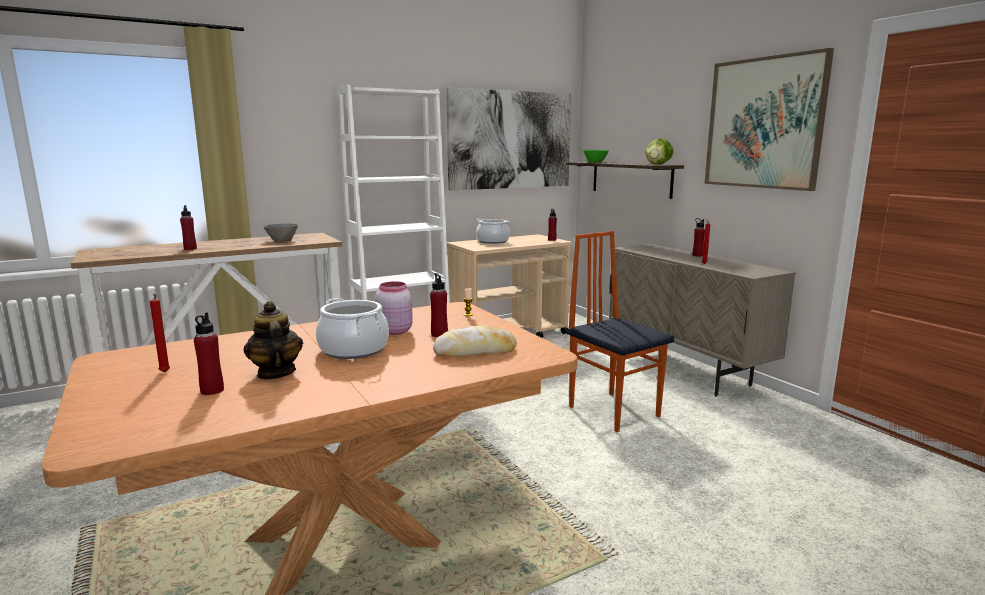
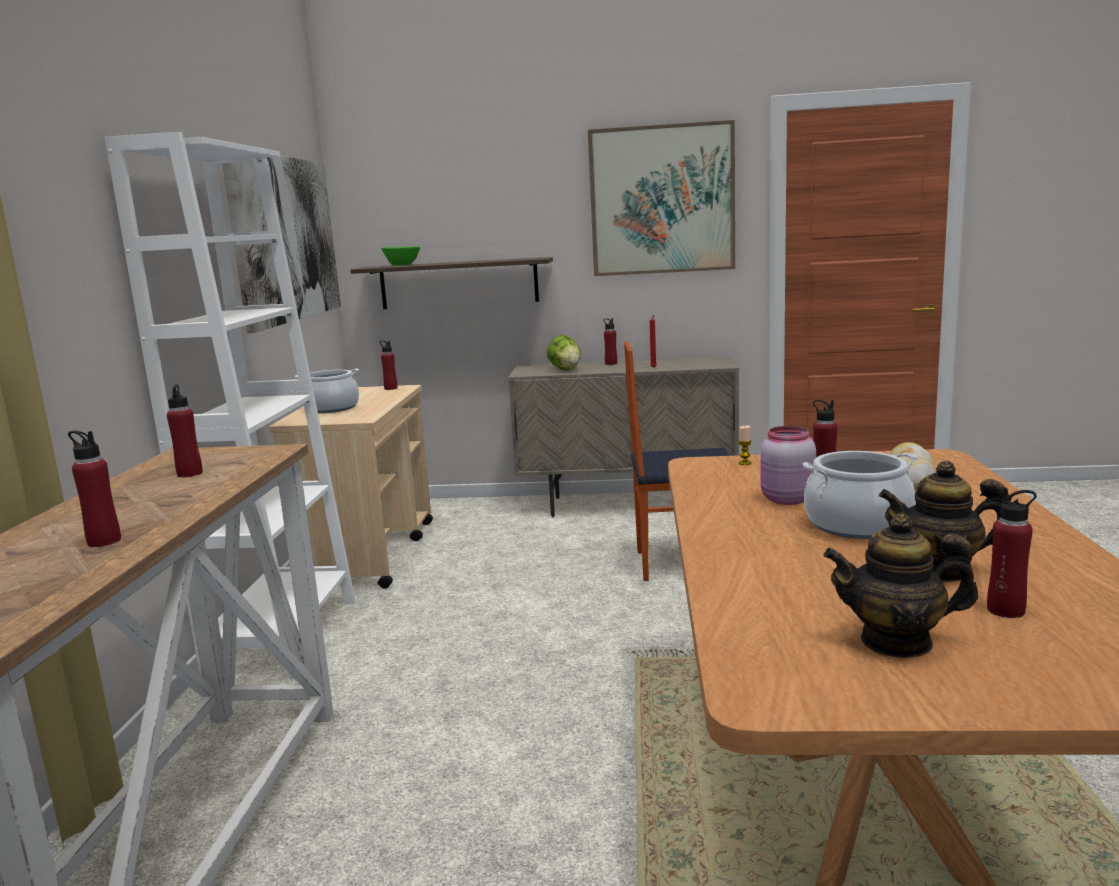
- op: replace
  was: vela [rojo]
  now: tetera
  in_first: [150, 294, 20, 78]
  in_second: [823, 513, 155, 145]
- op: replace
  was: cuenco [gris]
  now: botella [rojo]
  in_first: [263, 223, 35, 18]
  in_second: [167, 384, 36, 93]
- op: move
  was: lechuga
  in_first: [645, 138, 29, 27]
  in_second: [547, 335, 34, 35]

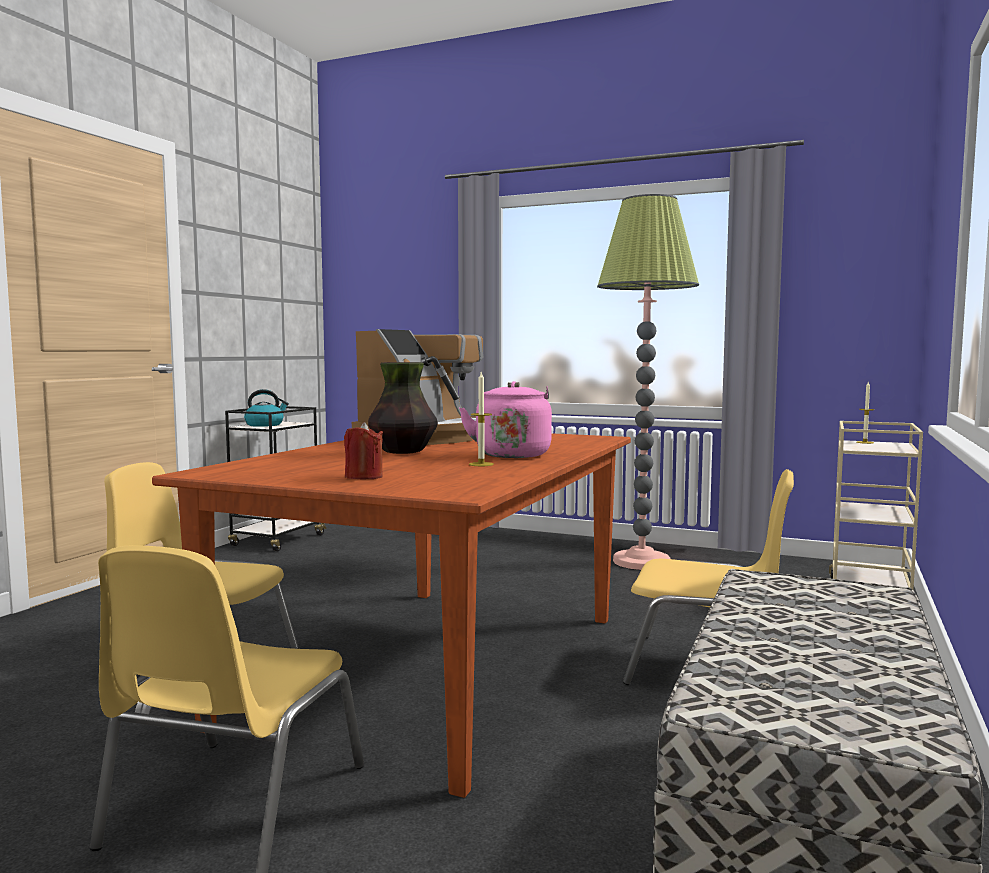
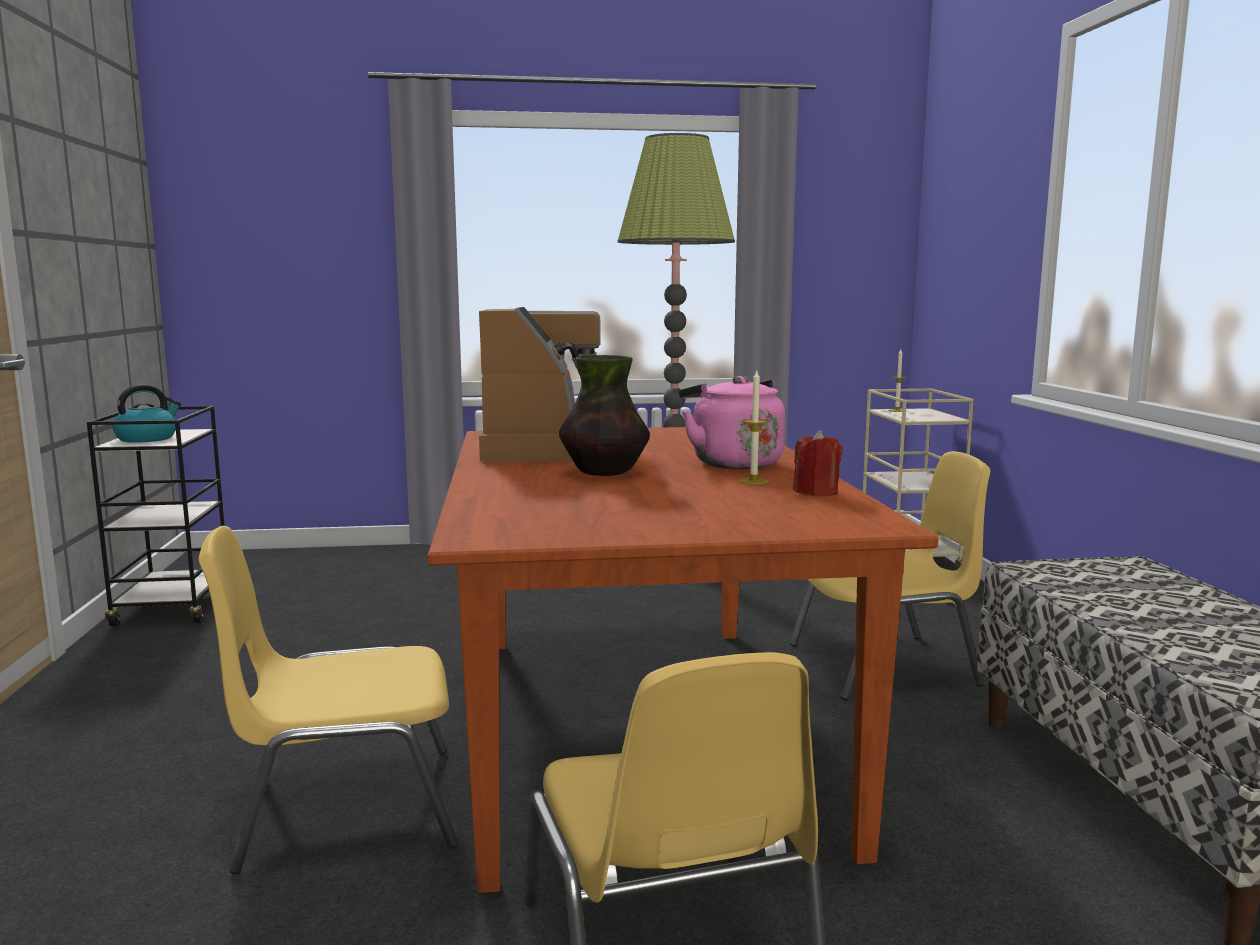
- op: move
  was: vela [rojo]
  in_first: [344, 422, 39, 58]
  in_second: [793, 430, 49, 66]

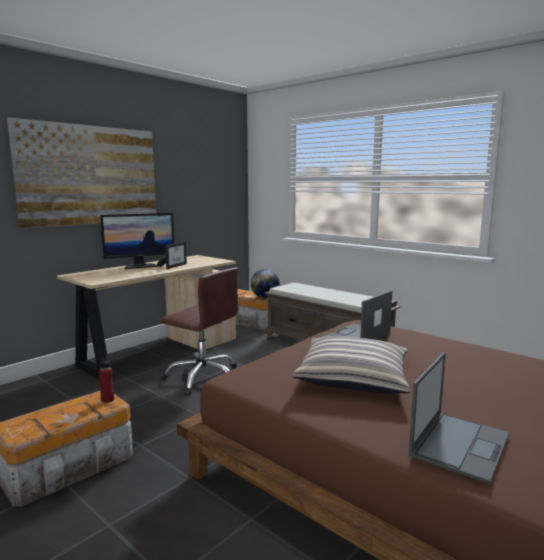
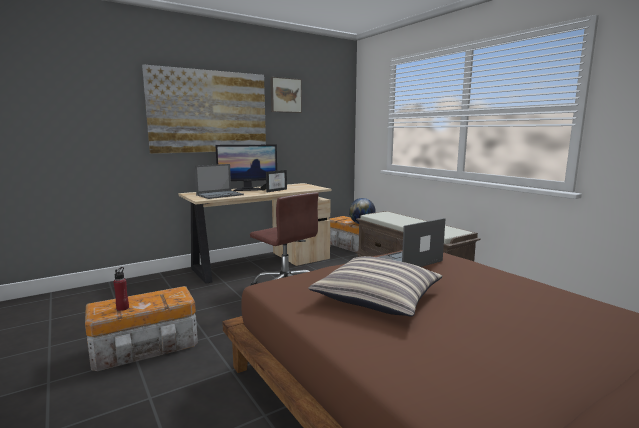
- op: move
  was: botella [rojo]
  in_first: [99, 355, 15, 48]
  in_second: [113, 267, 16, 44]
- op: move
  was: portátil
  in_first: [408, 352, 101, 132]
  in_second: [195, 164, 49, 35]
- op: insert
  now: cuadro
  in_second: [270, 77, 32, 36]

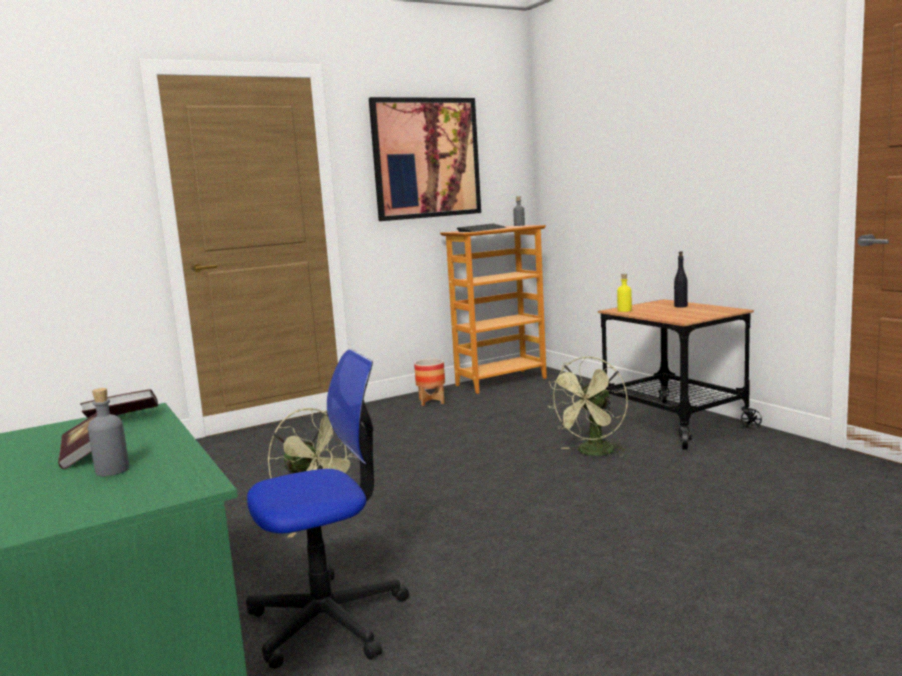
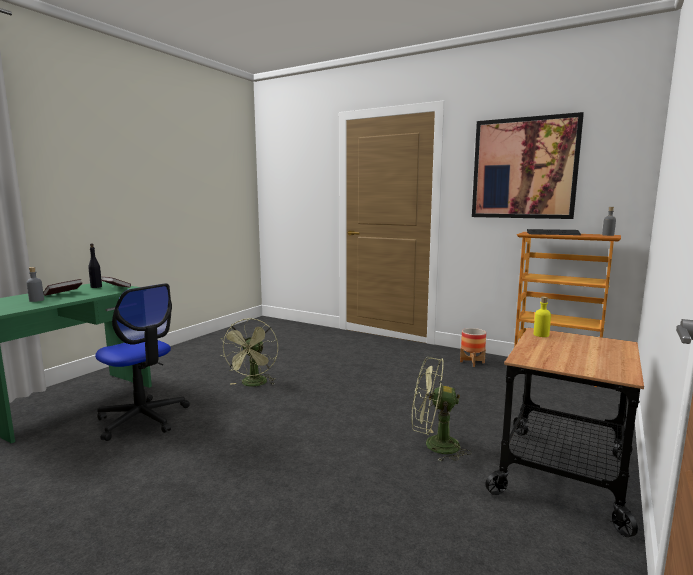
- op: move
  was: botella [negro]
  in_first: [674, 251, 14, 57]
  in_second: [88, 244, 14, 44]

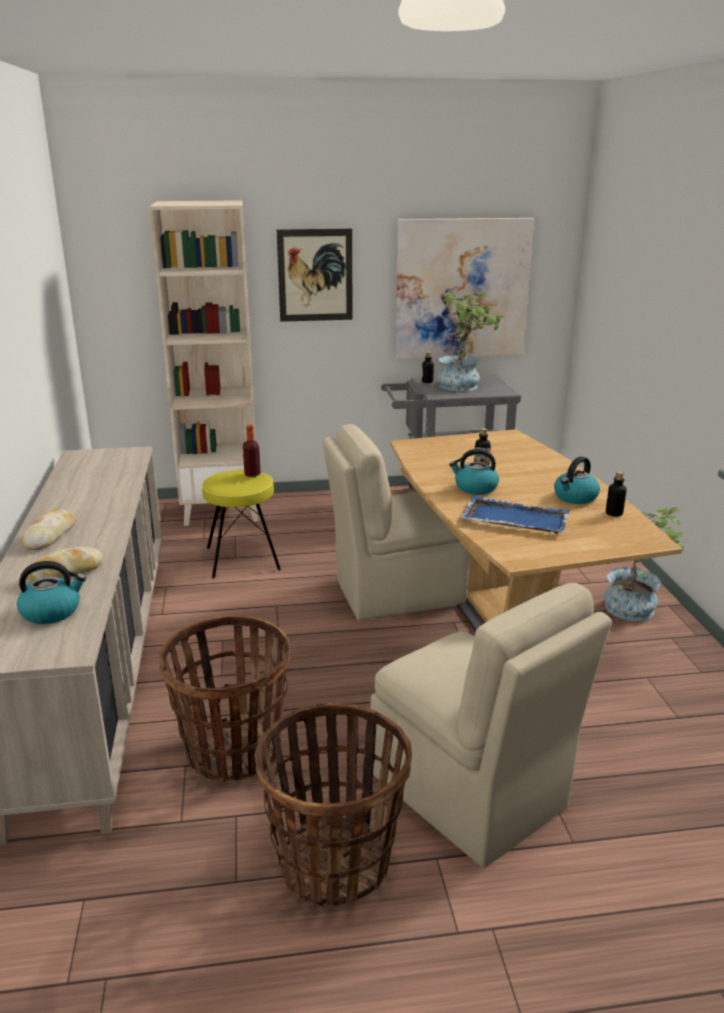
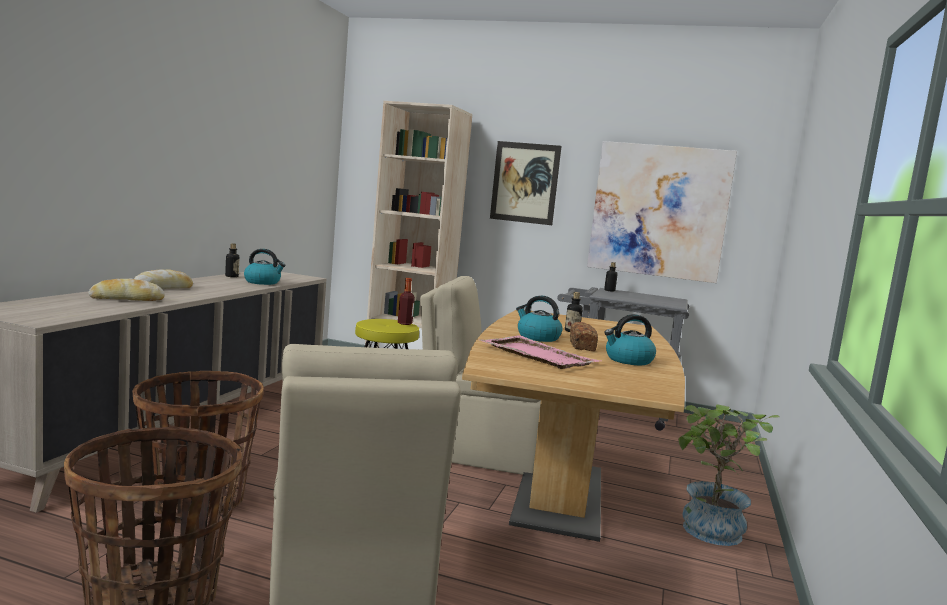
- op: move
  was: hervidor
  in_first: [17, 561, 69, 63]
  in_second: [244, 249, 42, 36]
- op: delete
  was: planta en maceta
  in_first: [438, 293, 68, 98]
- op: recolor
  was: bandeja [azul]
  now: bandeja [rosa]
  in_first: [460, 496, 110, 37]
  in_second: [480, 335, 120, 34]
- op: move
  was: botella
  in_first: [606, 471, 21, 46]
  in_second: [225, 243, 14, 34]
- op: insert
  now: pan
  in_second: [570, 322, 28, 29]

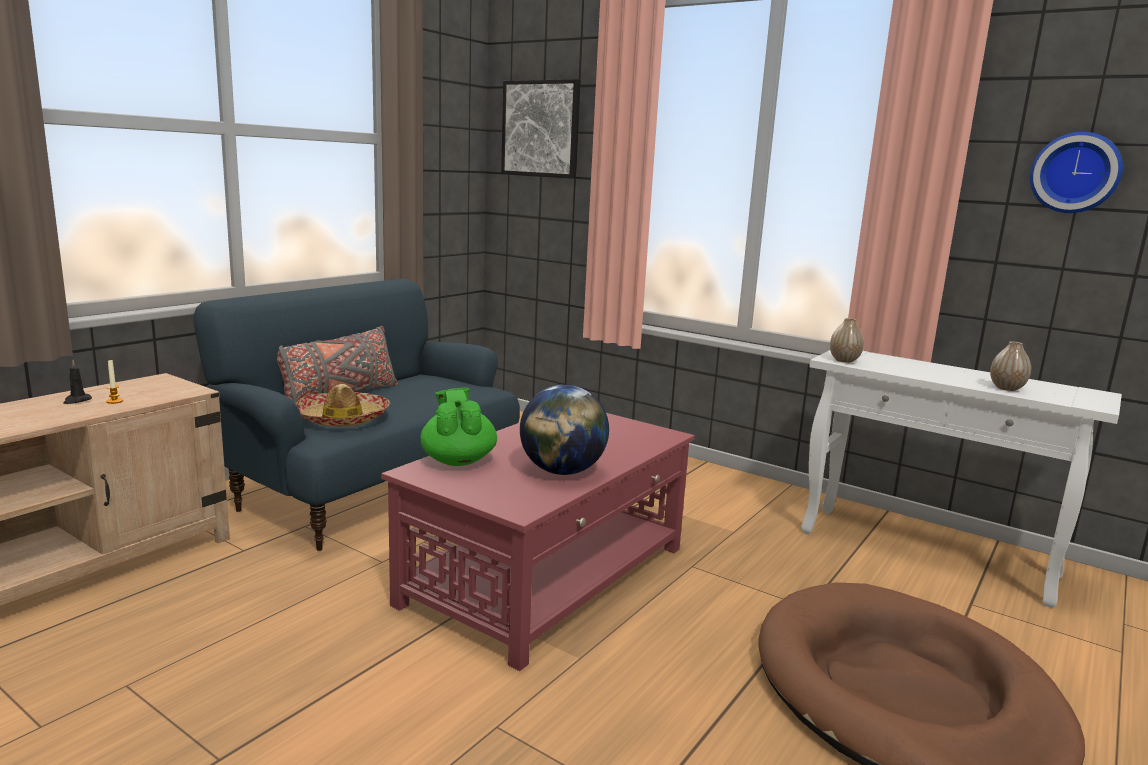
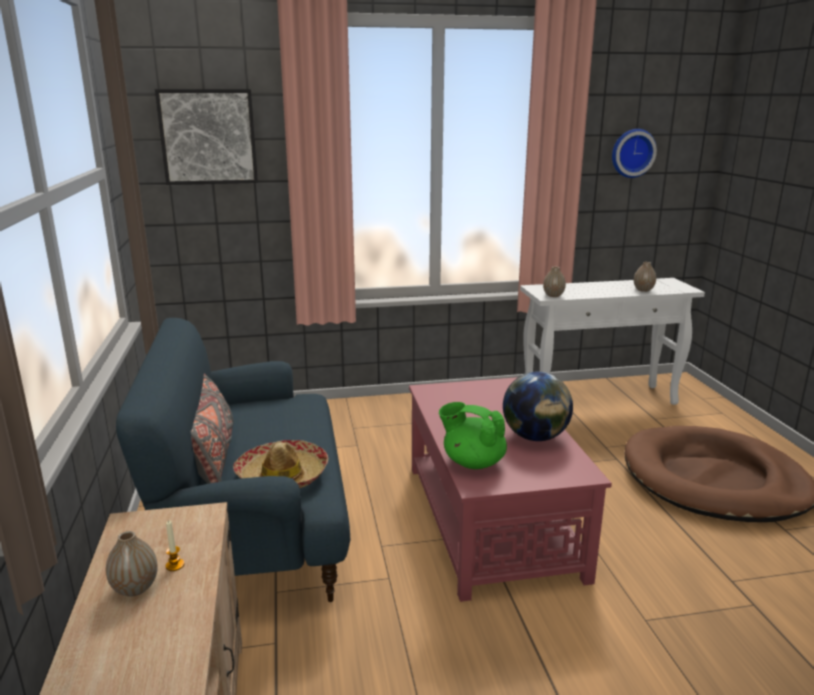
- op: replace
  was: vela [negro]
  now: florero
  in_first: [63, 360, 29, 44]
  in_second: [106, 531, 52, 65]

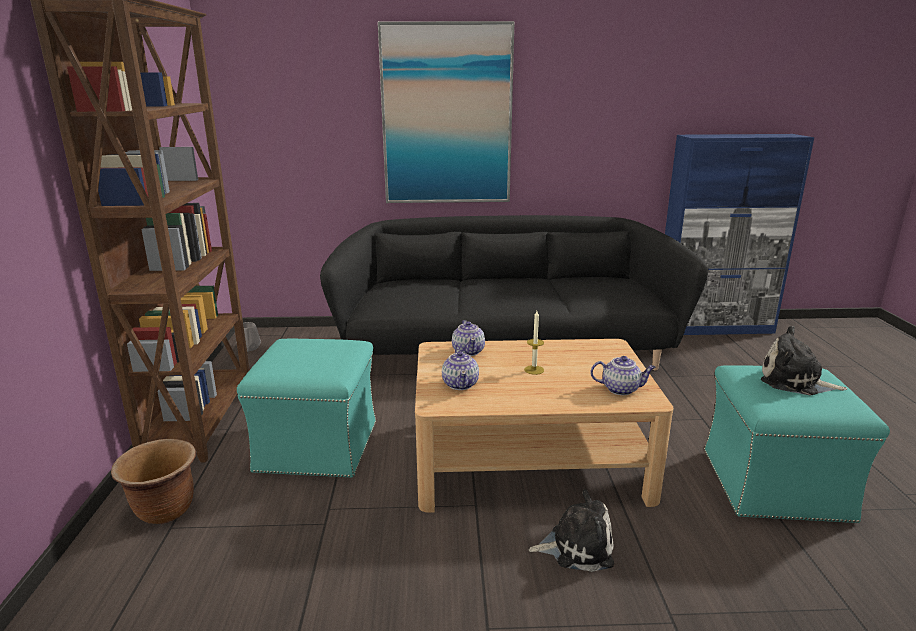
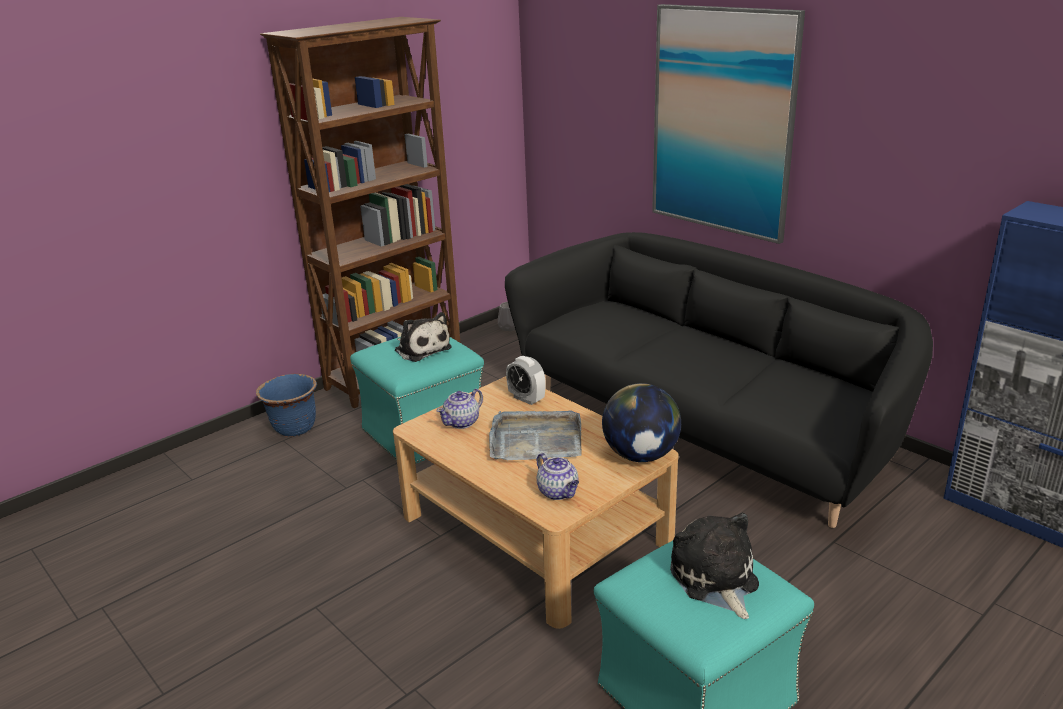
- op: recolor
  was: maceta [marrón]
  now: maceta [azul]
  in_first: [111, 439, 85, 85]
  in_second: [256, 374, 61, 63]
- op: replace
  was: tetera
  now: despertador
  in_first: [452, 320, 33, 36]
  in_second: [506, 356, 40, 49]
- op: replace
  was: vela
  now: bandeja [gris]
  in_first: [524, 311, 20, 64]
  in_second: [489, 410, 93, 50]
- op: move
  was: peluche
  in_first: [529, 489, 85, 83]
  in_second: [395, 312, 57, 50]
- op: insert
  now: globo terráqueo
  in_second: [602, 383, 79, 79]

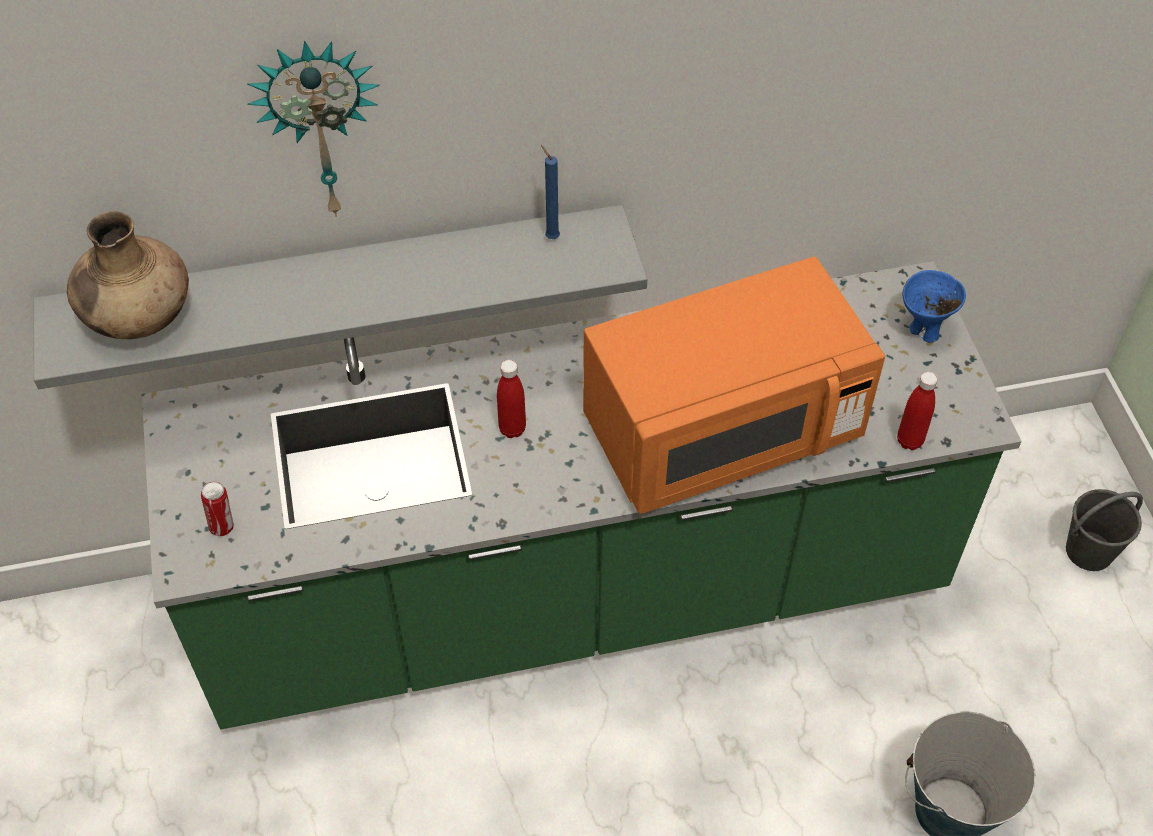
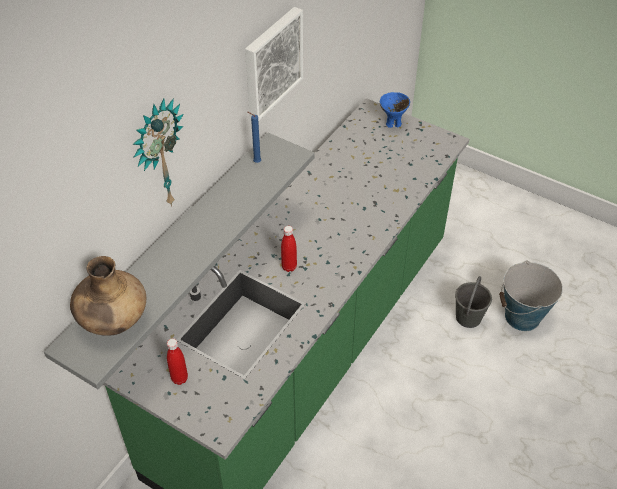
- op: delete
  was: lata
  in_first: [201, 481, 33, 55]
- op: delete
  was: microondas [naranja]
  in_first: [583, 257, 302, 257]
- op: move
  was: botella [rojo]
  in_first: [897, 372, 41, 78]
  in_second: [167, 338, 21, 47]
- op: move
  was: cubo [gris]
  in_first: [1066, 489, 77, 82]
  in_second: [455, 276, 37, 52]
- op: insert
  now: cuadro
  in_second: [245, 7, 58, 115]

